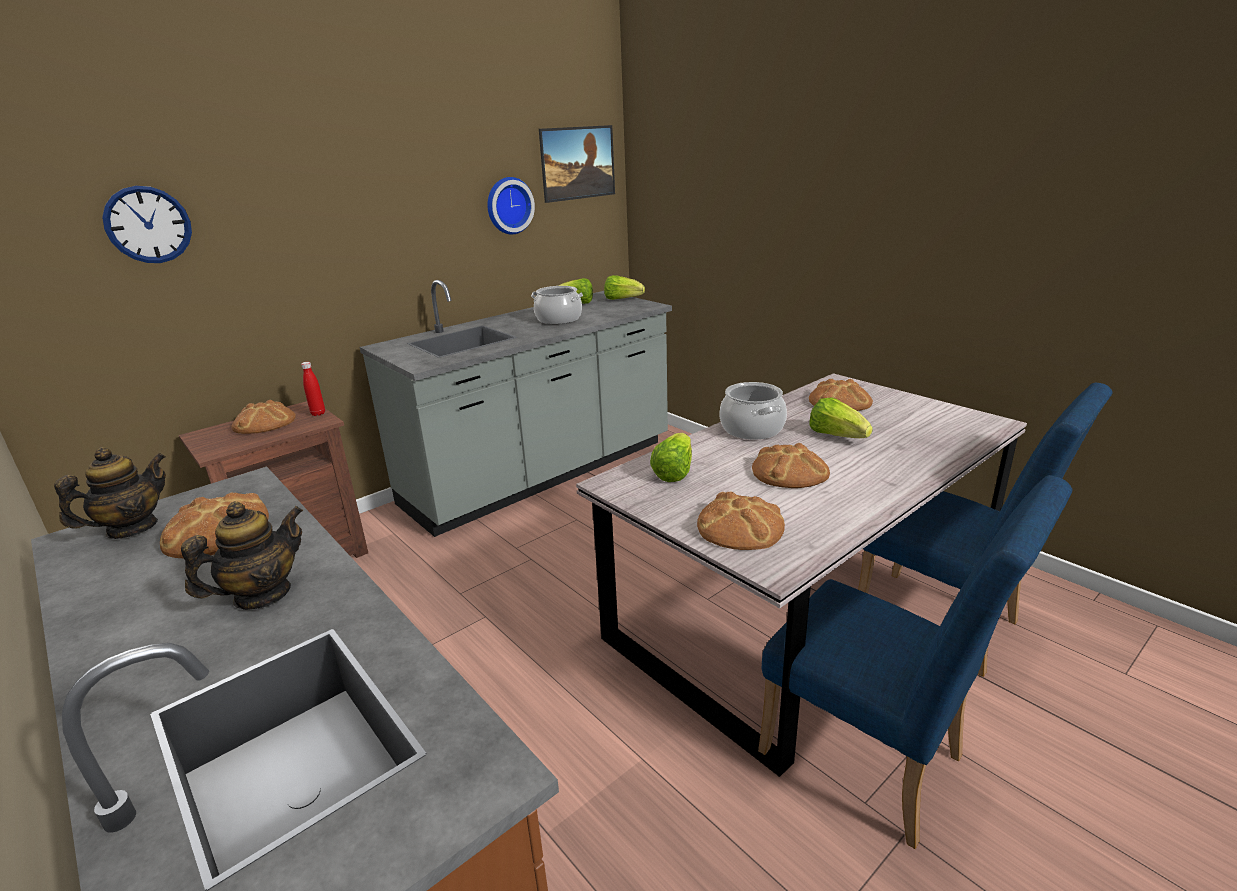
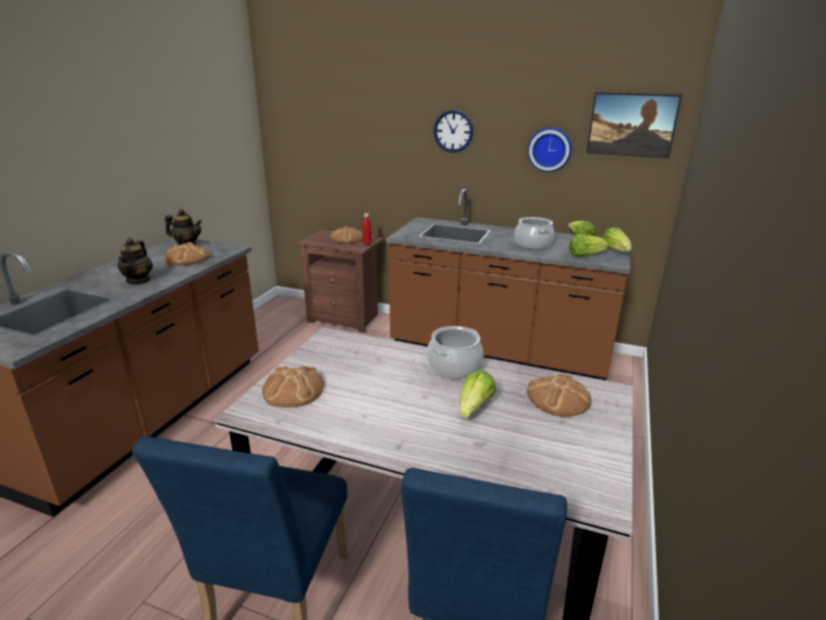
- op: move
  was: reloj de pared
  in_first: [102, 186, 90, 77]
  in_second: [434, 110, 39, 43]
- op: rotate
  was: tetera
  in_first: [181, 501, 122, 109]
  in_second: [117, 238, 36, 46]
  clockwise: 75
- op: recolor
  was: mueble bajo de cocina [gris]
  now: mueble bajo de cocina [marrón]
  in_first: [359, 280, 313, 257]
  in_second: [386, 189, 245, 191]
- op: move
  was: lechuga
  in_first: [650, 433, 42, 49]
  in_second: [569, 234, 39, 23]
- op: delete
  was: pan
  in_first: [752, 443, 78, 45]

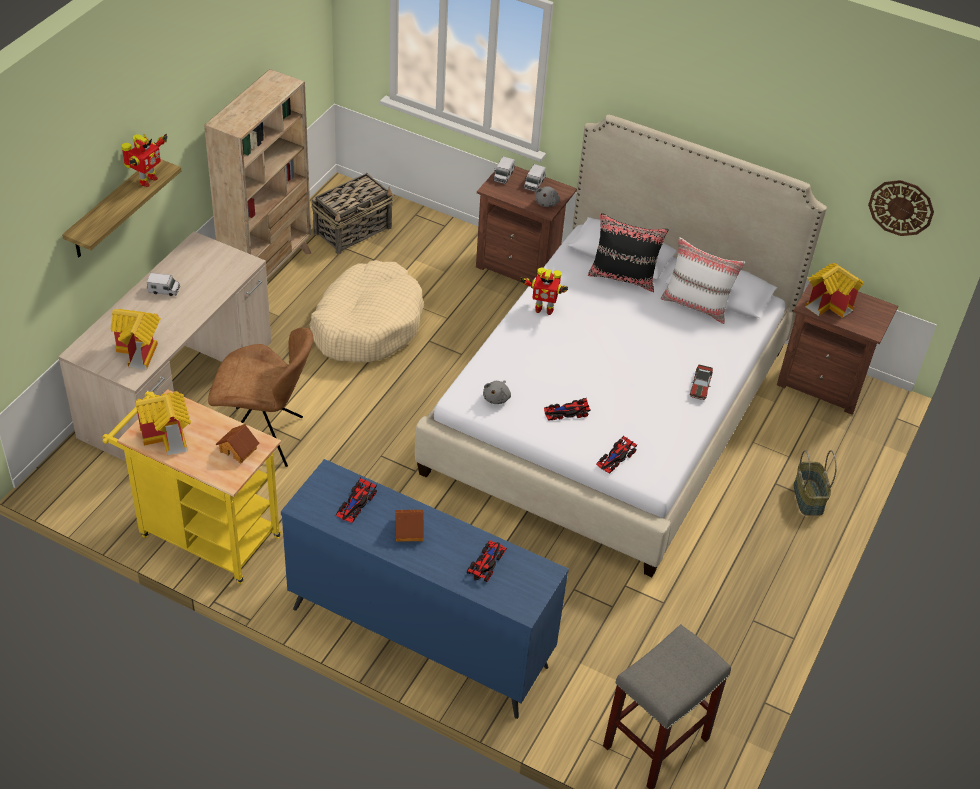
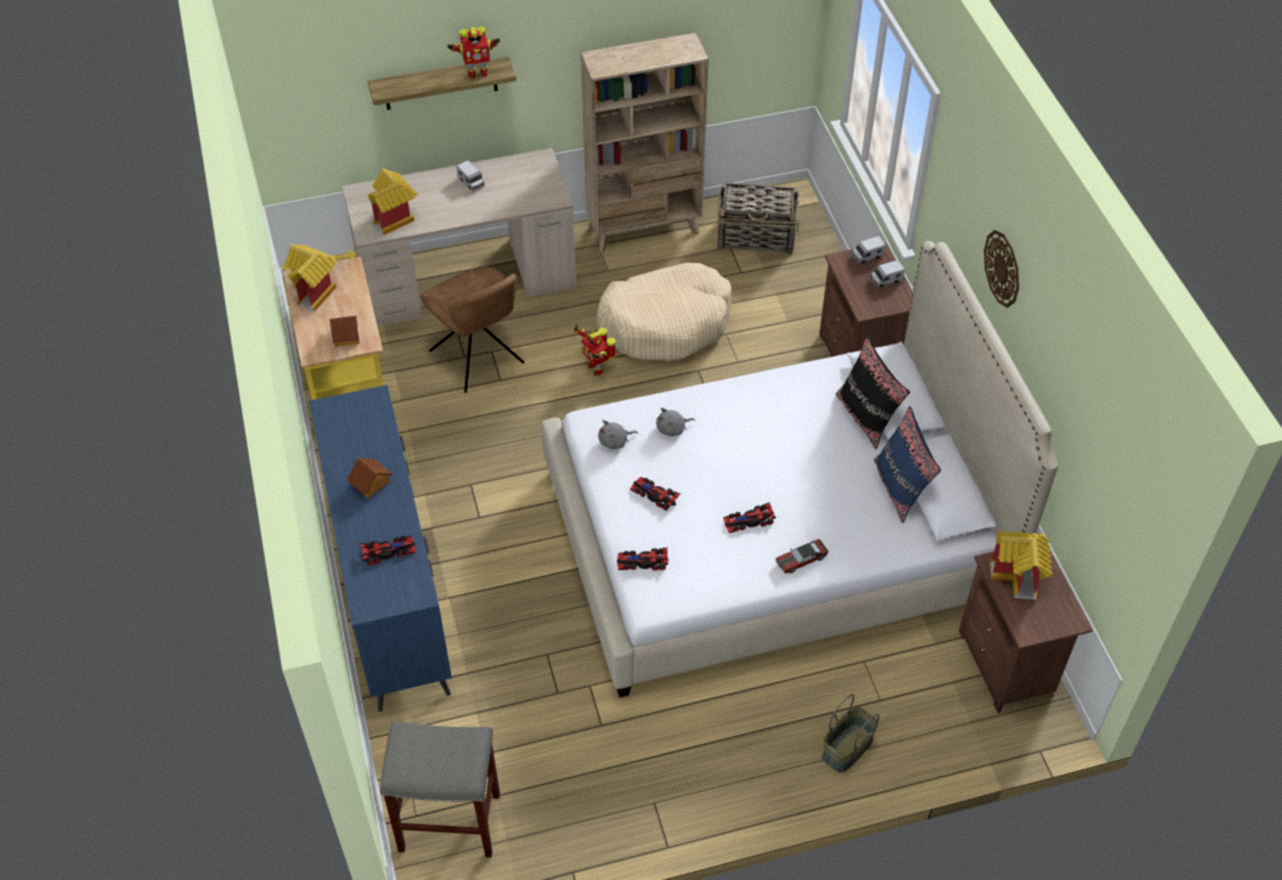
- op: move
  was: coche de juguete
  in_first: [336, 478, 41, 45]
  in_second: [723, 502, 53, 31]
- op: move
  was: robot de juguete
  in_first: [520, 268, 48, 47]
  in_second: [574, 324, 42, 51]
- op: move
  was: peluche [gris]
  in_first: [535, 186, 25, 21]
  in_second: [656, 408, 39, 28]
- op: recolor
  was: cojín [blanco]
  now: cojín [azul]
  in_first: [661, 237, 84, 87]
  in_second: [874, 406, 67, 117]
- op: move
  was: reloj de pared
  in_first: [868, 180, 66, 56]
  in_second: [984, 230, 35, 78]

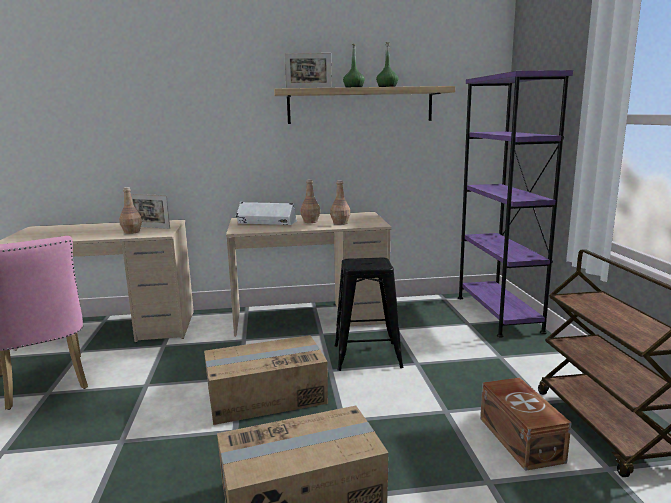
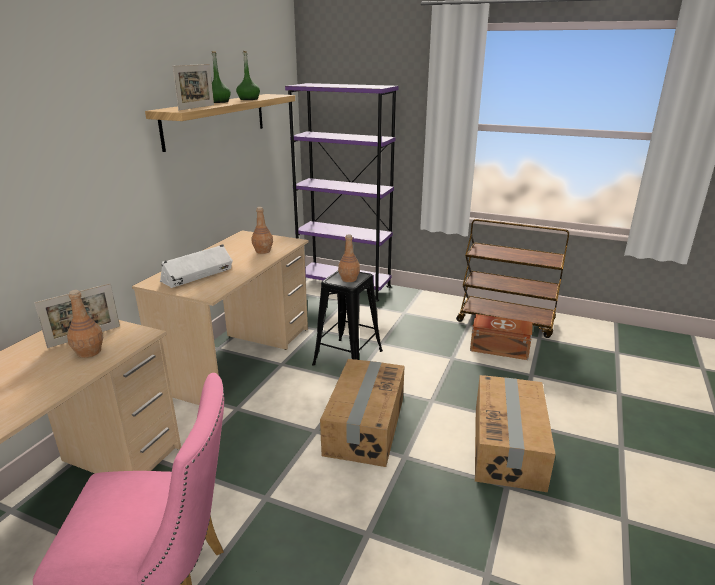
- op: move
  was: botella [marrón]
  in_first: [301, 179, 19, 44]
  in_second: [338, 234, 22, 48]

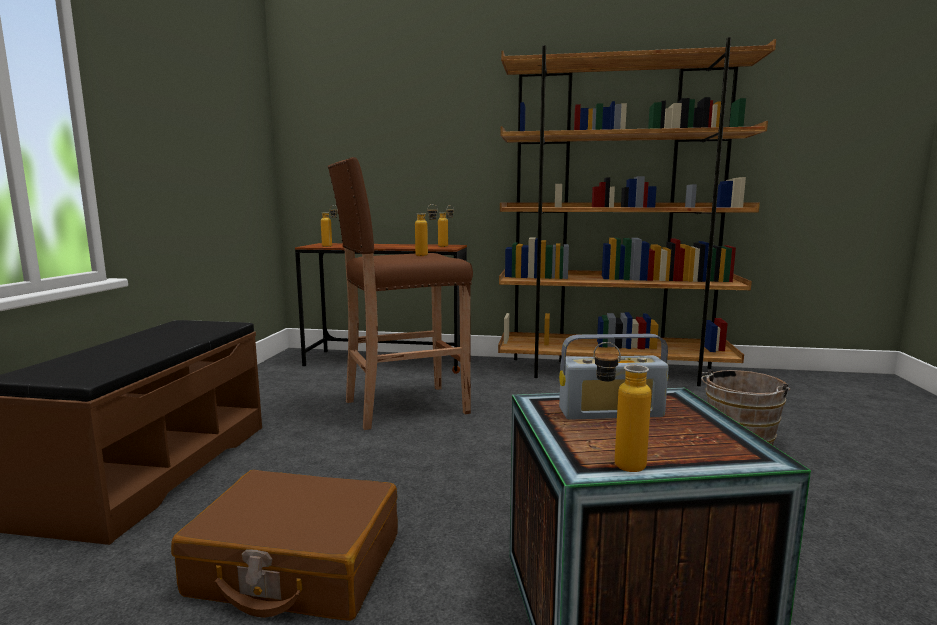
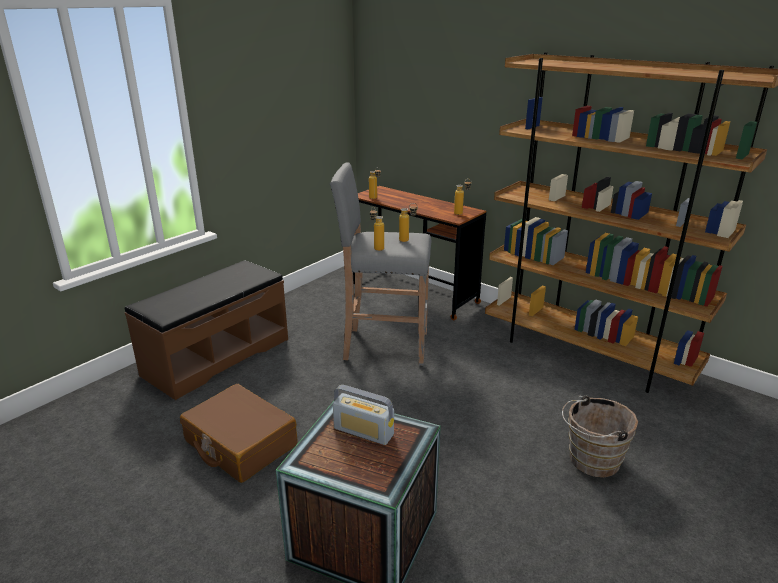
- op: recolor
  was: taburete [marrón]
  now: taburete [gris]
  in_first: [328, 157, 145, 273]
  in_second: [330, 162, 101, 204]
- op: move
  was: botella
  in_first: [593, 342, 58, 130]
  in_second: [370, 207, 14, 44]

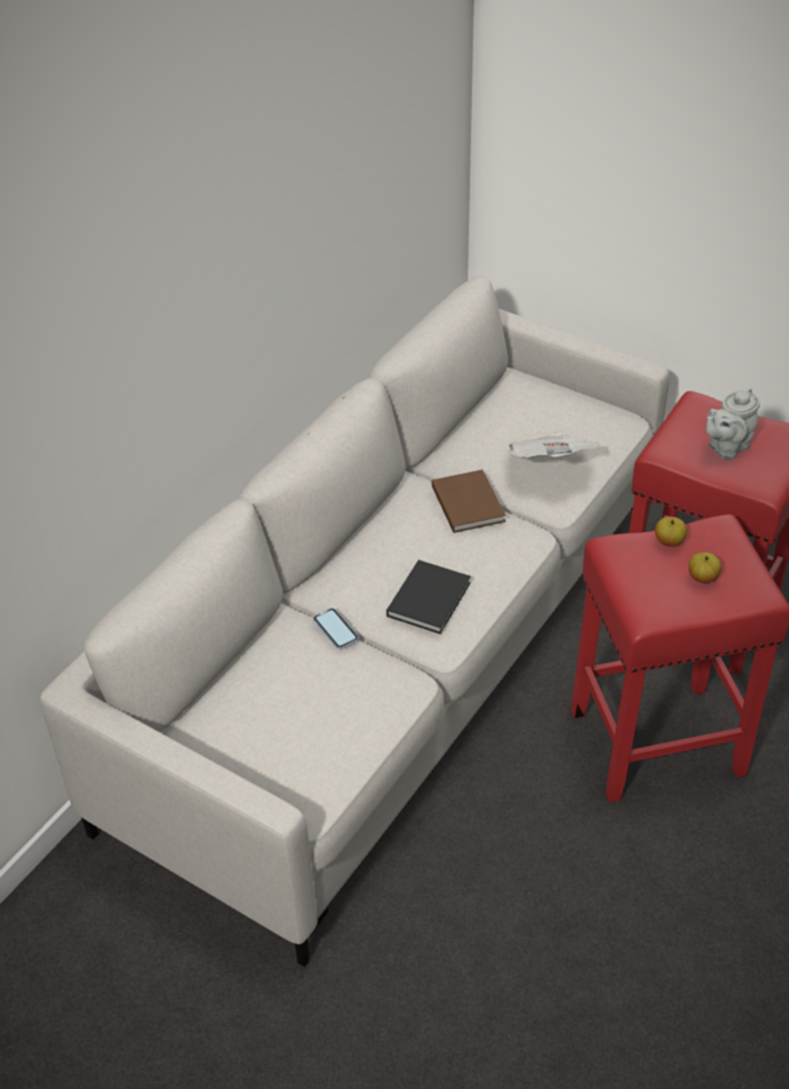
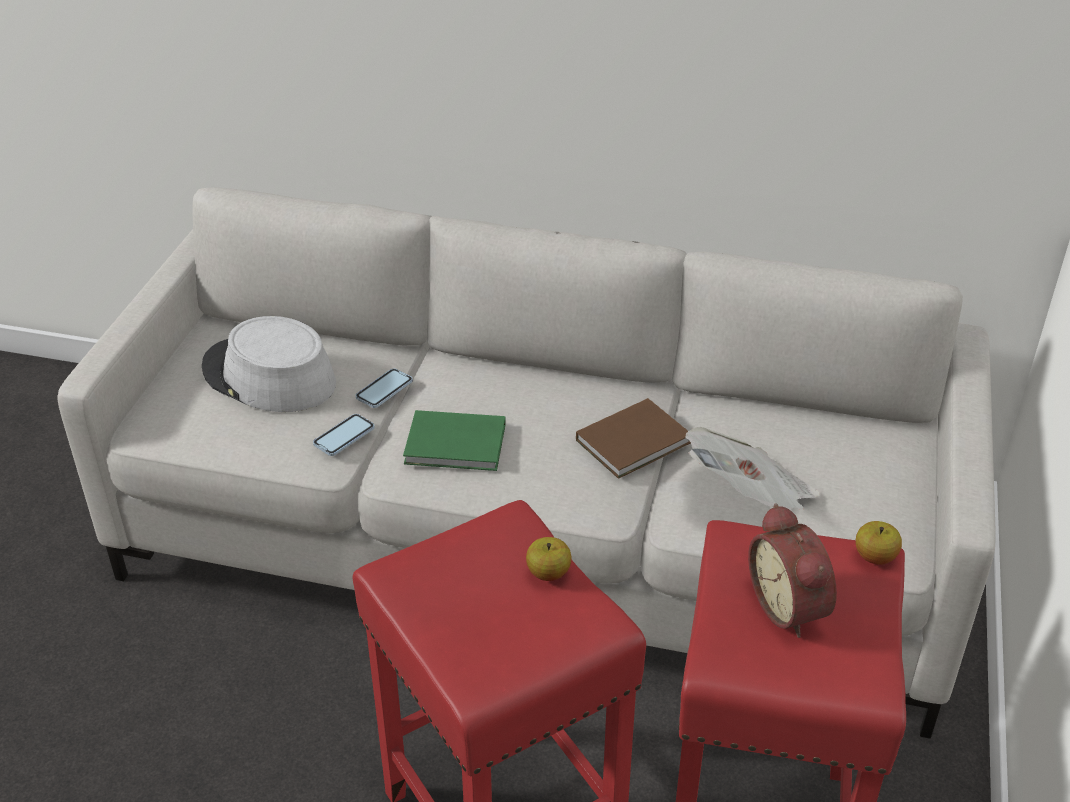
- op: recolor
  was: libro [negro]
  now: libro [verde]
  in_first: [386, 560, 85, 74]
  in_second: [403, 410, 103, 61]
- op: move
  was: manzana
  in_first: [688, 552, 33, 31]
  in_second: [855, 521, 47, 44]
- op: replace
  was: tetera [gris]
  now: despertador
  in_first: [706, 388, 54, 71]
  in_second: [748, 503, 89, 135]
- op: insert
  now: sombrero [gris]
  in_second: [202, 316, 134, 96]
- op: insert
  now: móvil
  in_second: [313, 414, 62, 42]

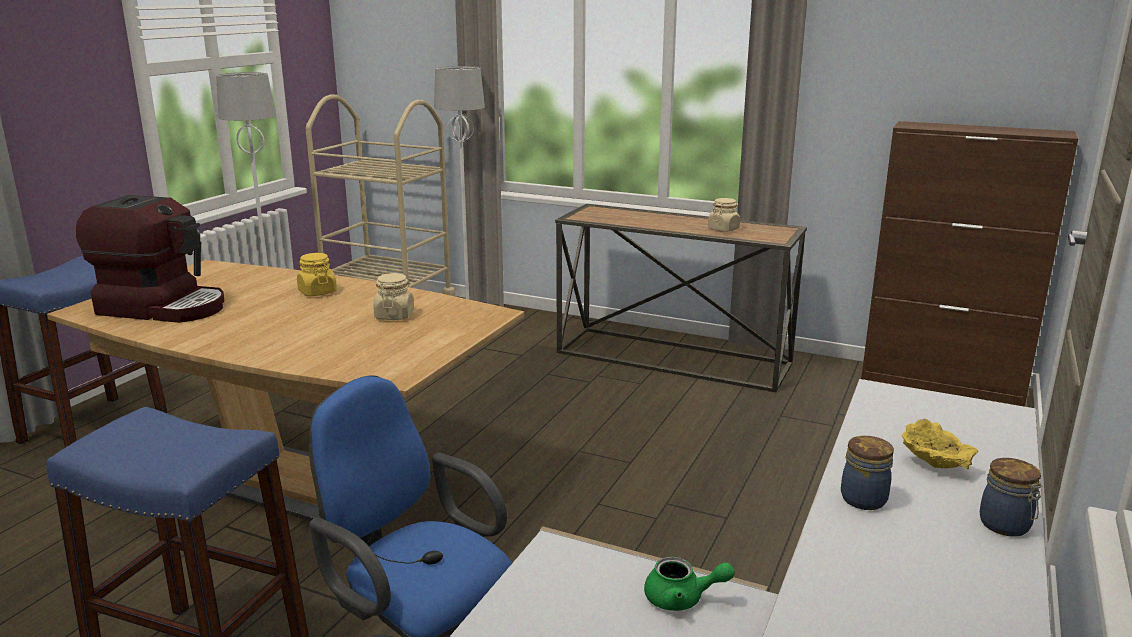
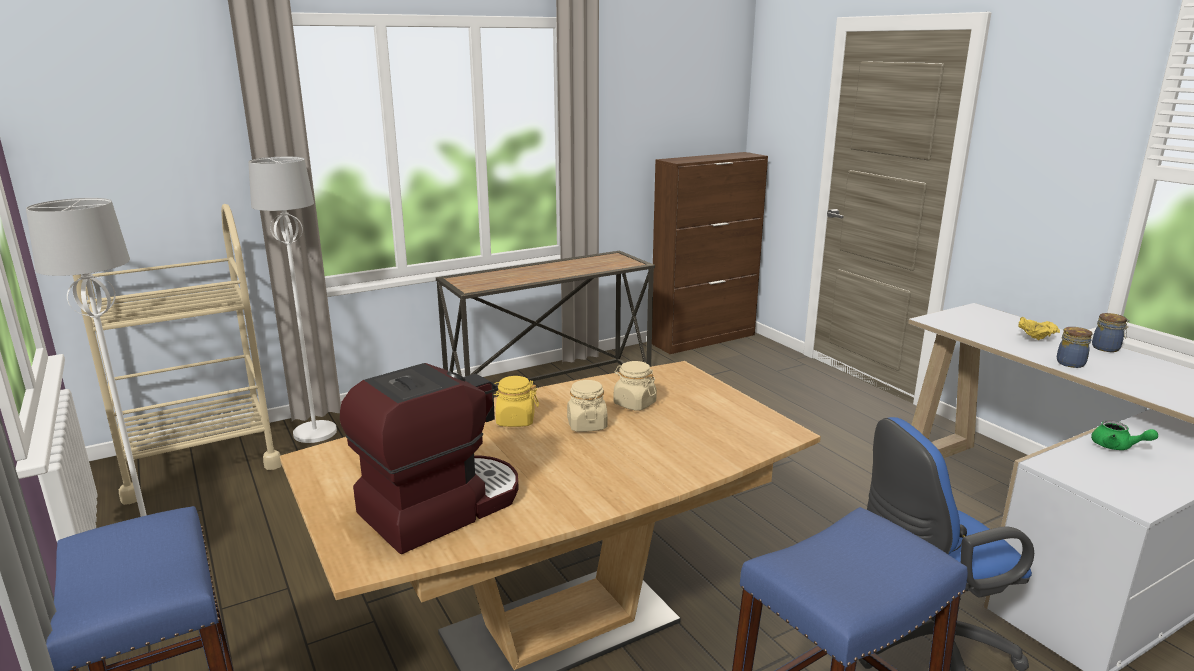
- op: rotate
  was: tetera [verde]
  in_first: [644, 557, 91, 54]
  in_second: [1091, 421, 67, 29]
  clockwise: 90
- op: move
  was: tarro [beis]
  in_first: [708, 198, 32, 34]
  in_second: [567, 380, 41, 52]

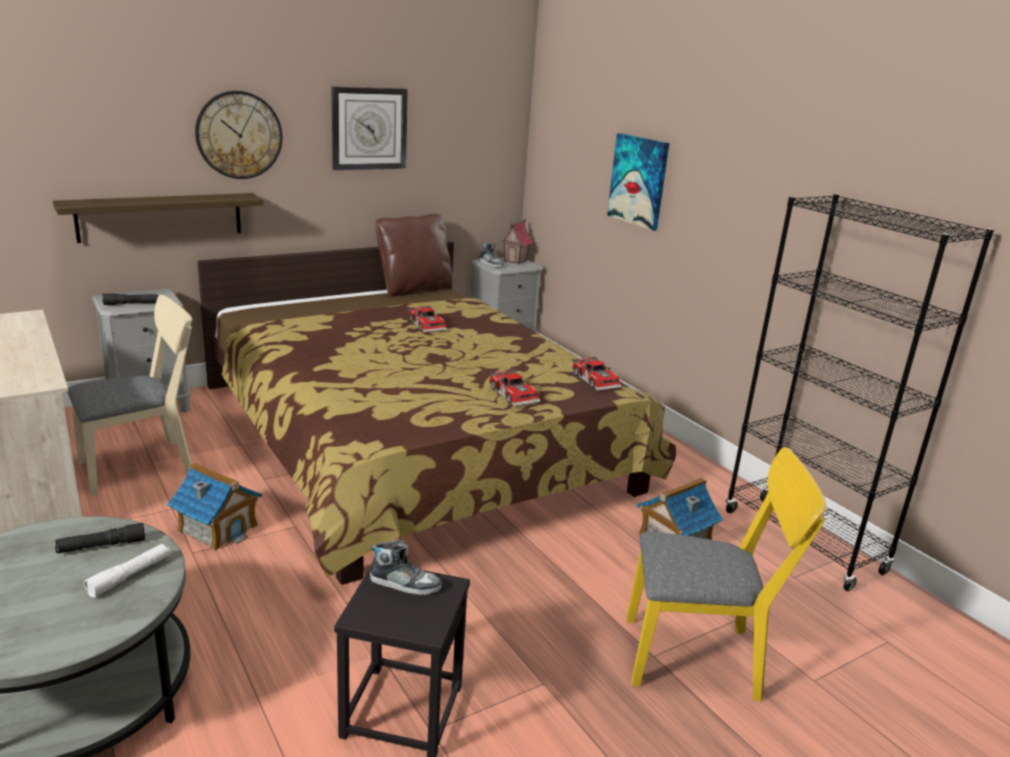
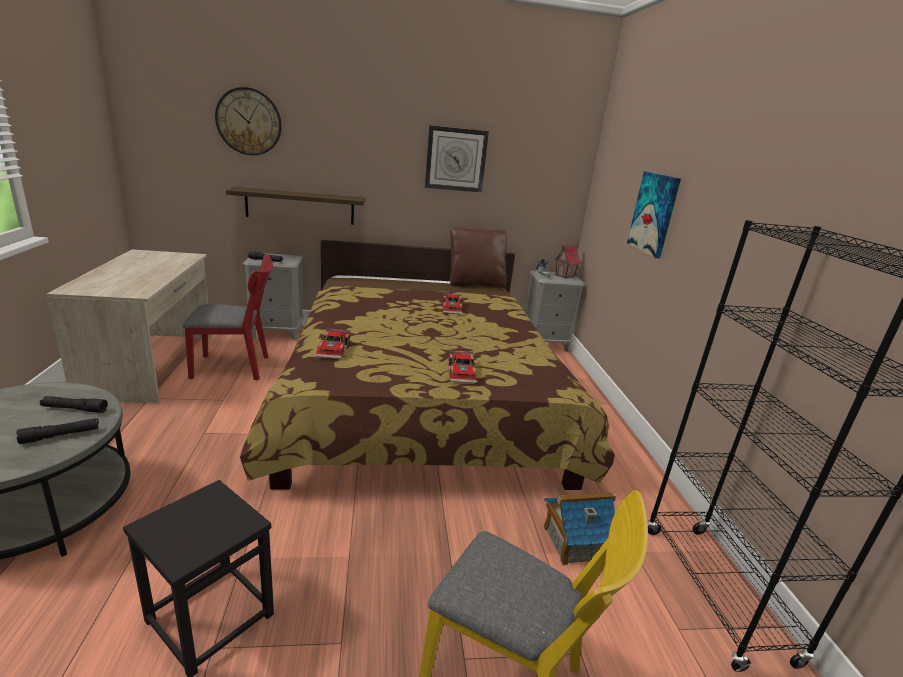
- op: recolor
  was: silla [beis]
  now: silla [rojo]
  in_first: [67, 295, 125, 201]
  in_second: [183, 254, 90, 127]
- op: recolor
  was: linterna [blanco]
  now: linterna [negro]
  in_first: [84, 544, 87, 53]
  in_second: [16, 418, 83, 26]
- op: delete
  was: casita
  in_first: [167, 462, 95, 89]
- op: move
  was: reloj de pared
  in_first: [195, 91, 88, 88]
  in_second: [215, 87, 67, 68]
- op: delete
  was: zapato
  in_first: [370, 540, 72, 55]
- op: move
  was: coche de juguete
  in_first: [572, 356, 49, 35]
  in_second: [316, 328, 34, 31]

